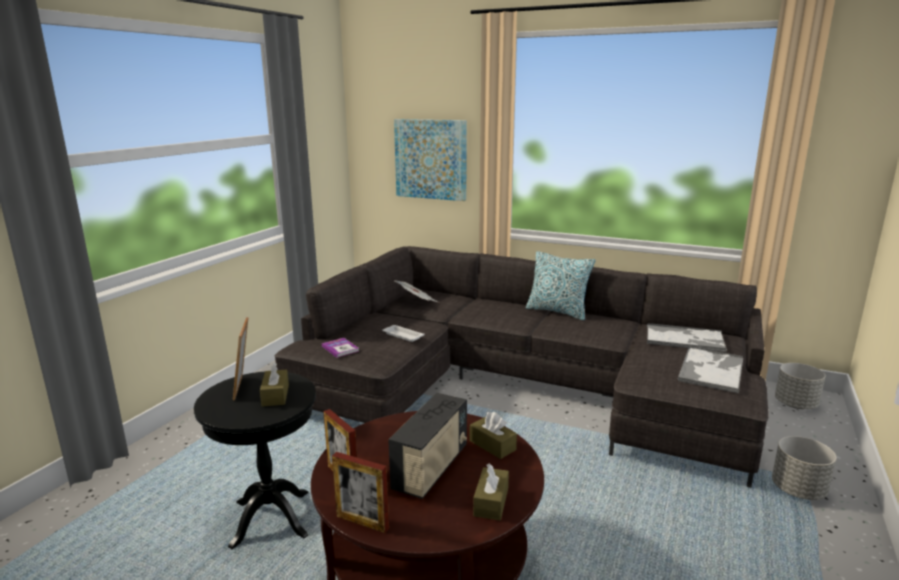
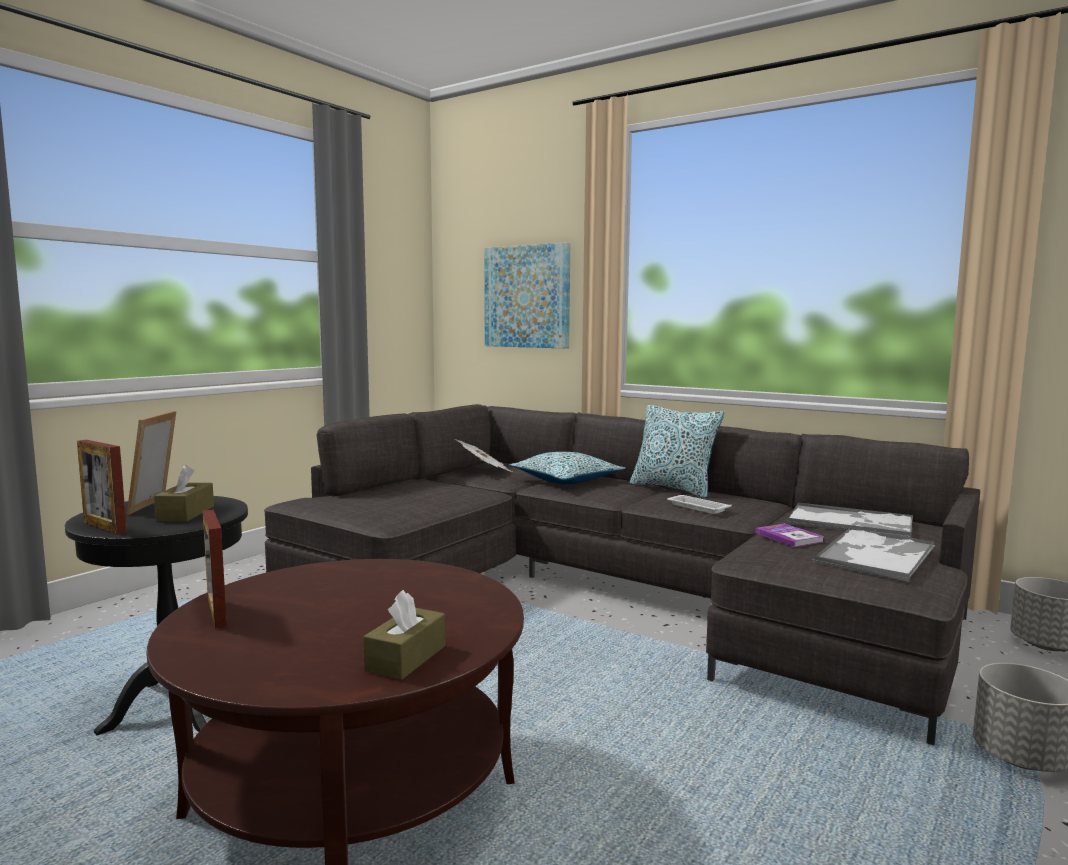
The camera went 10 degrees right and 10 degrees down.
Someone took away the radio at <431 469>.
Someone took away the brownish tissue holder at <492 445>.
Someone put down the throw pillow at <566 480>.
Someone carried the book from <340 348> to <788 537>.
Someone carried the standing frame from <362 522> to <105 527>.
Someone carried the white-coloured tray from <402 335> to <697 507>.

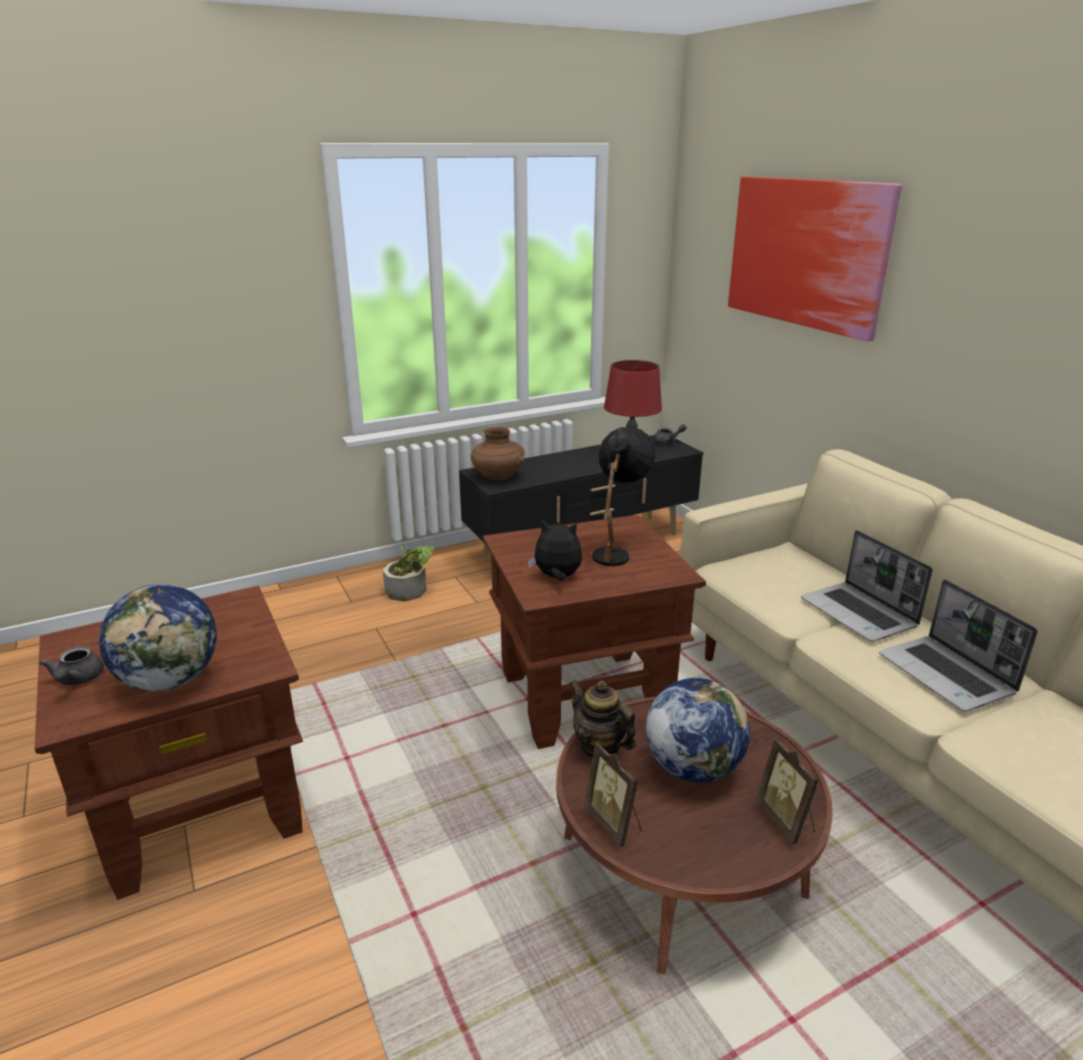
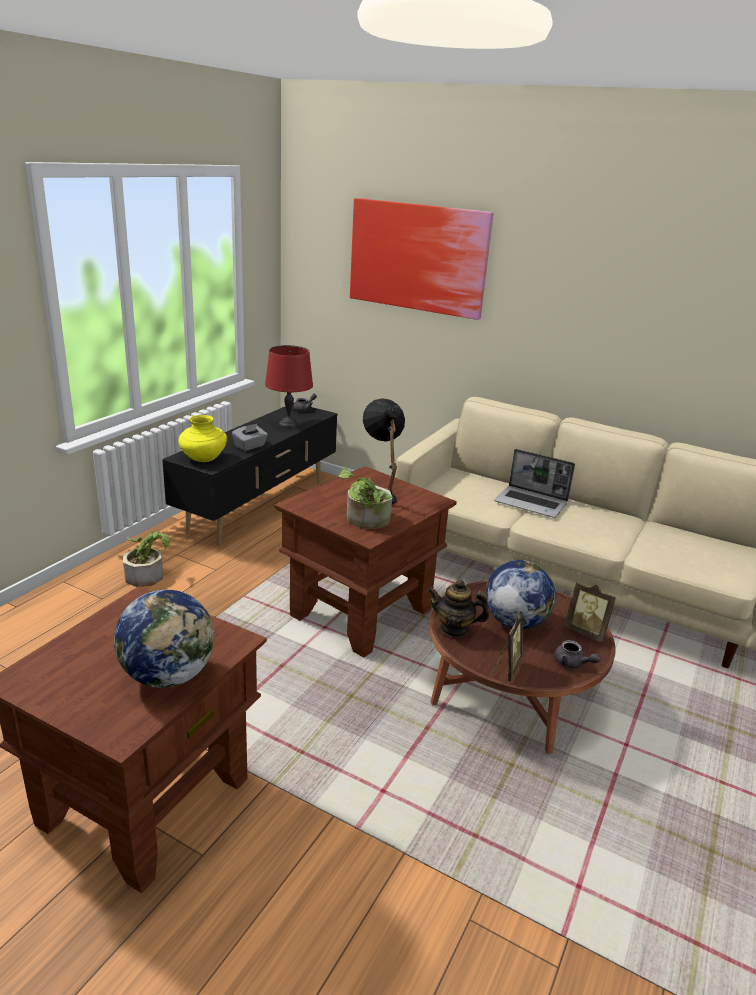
The camera went 35 degrees left and 0 degrees up.
Someone took away the notebook computer at <947 675>.
Someone put down the greyish tissue holder at <250 446>.
Someone carried the greyish pot for tea from <77 680> to <572 664>.
Someone swapped the soft toy at <557 577> for the potted plant at <364 521>.
Someone repainted the brownish flower vase at <497 476>, which became the yellow-coloured flower vase at <203 458>.
Someone rotated the standing frame at <614 822> by 90 degrees counterclockwise.

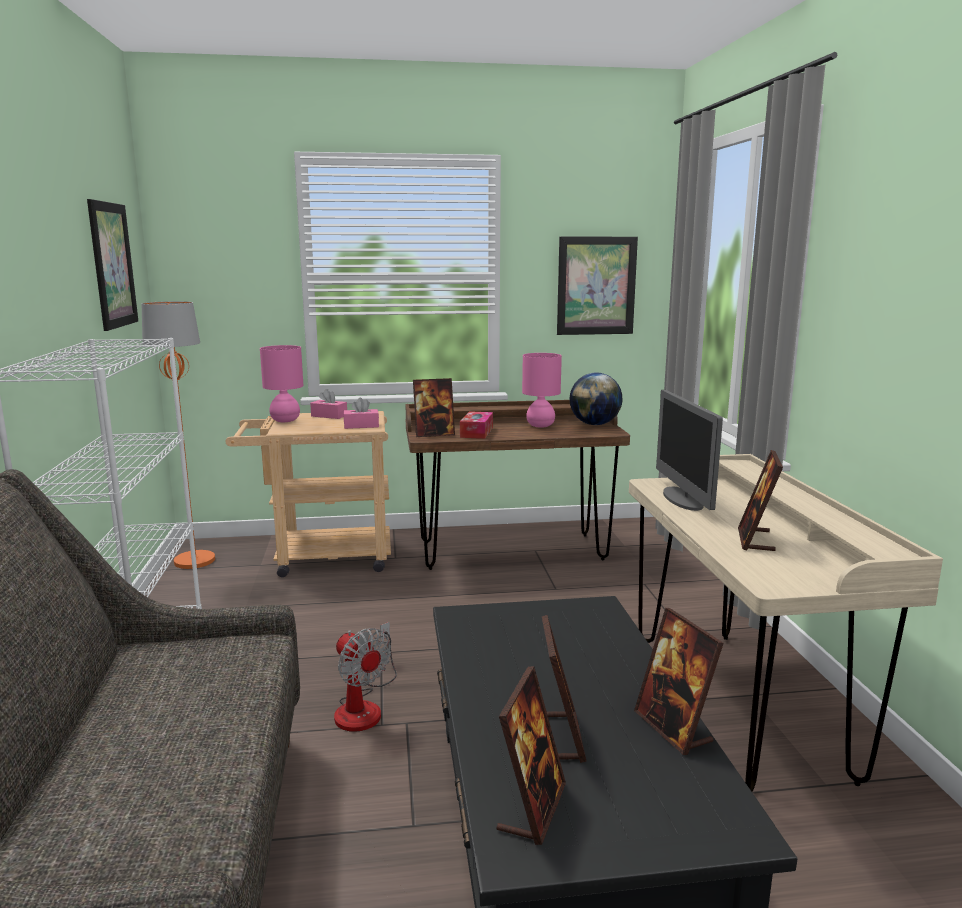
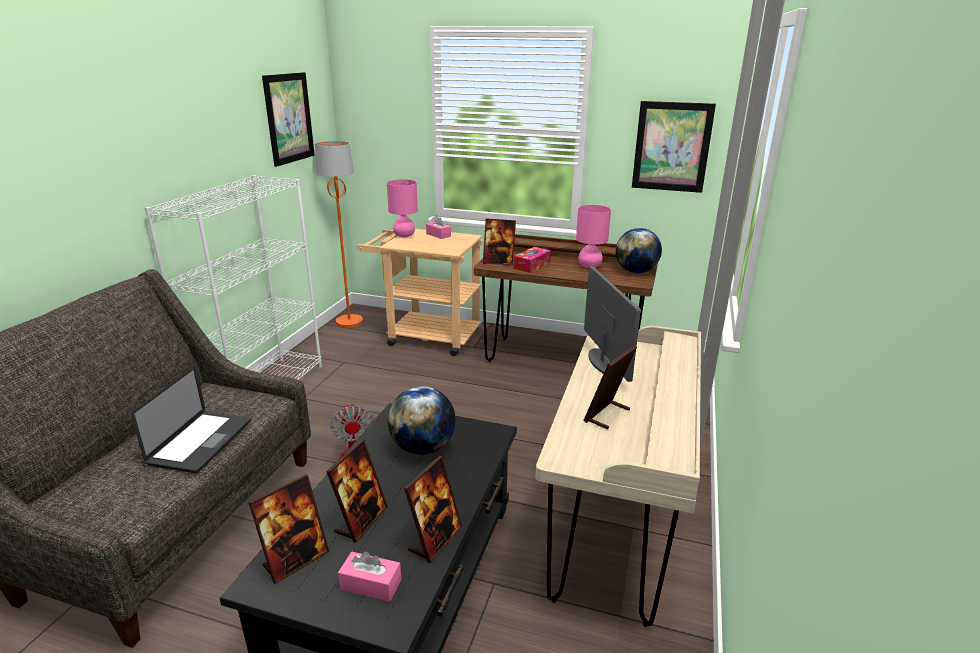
The camera went 25 degrees right and 10 degrees up.
Someone put down the notebook computer at <201 442>.
Someone put down the desk globe at <423 448>.
Someone carried the pink-coloured tissue holder from <361 426> to <371 584>.
Someone rotated the standing frame at <673 728> by 150 degrees counterclockwise.
Someone rotated the computer display at <683 499> by 150 degrees clockwise.

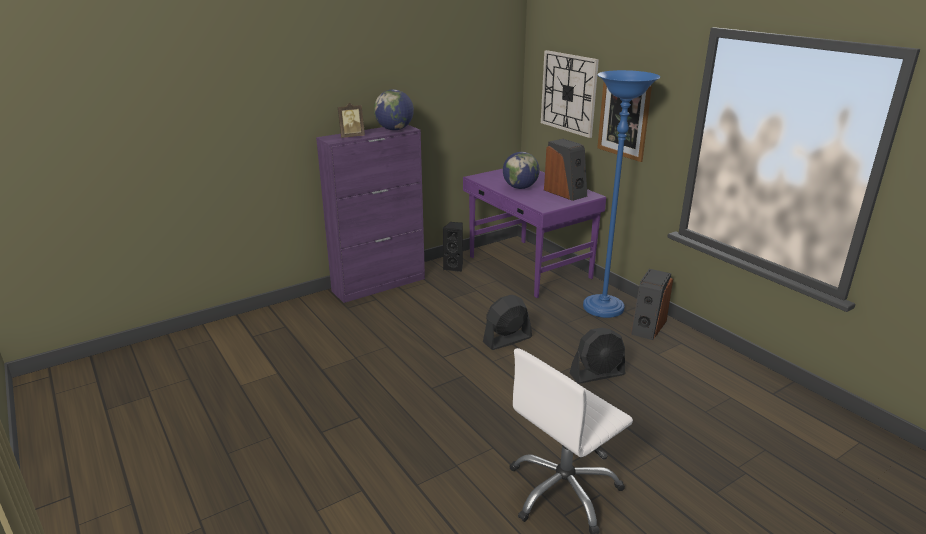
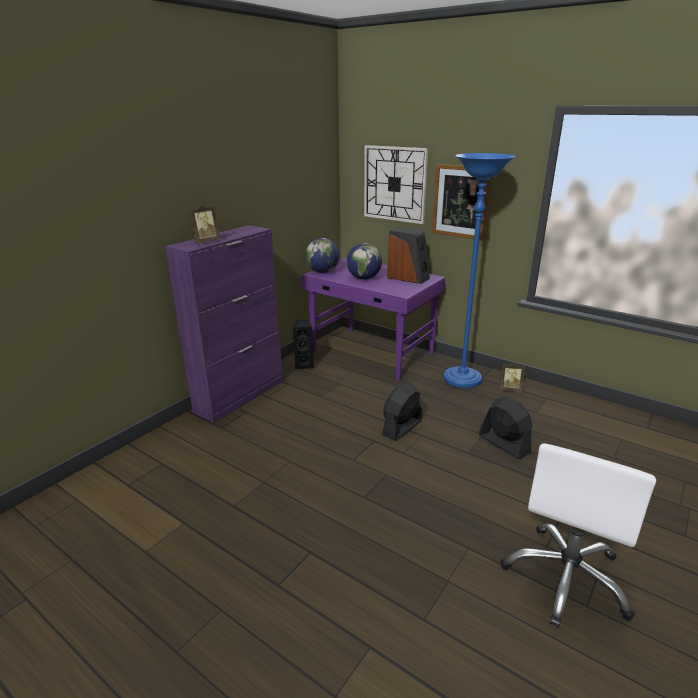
The camera went 20 degrees left and 0 degrees up.
Someone carried the desk globe from <394 129> to <323 272>.
Someone swapped the speaker at <647 327> for the standing frame at <510 389>.
Someone rotated the blackish fan at <597 374> by 90 degrees counterclockwise.

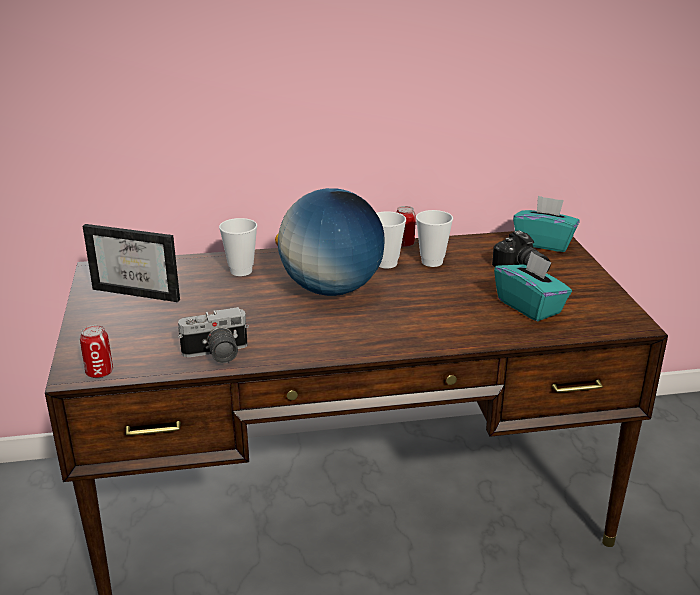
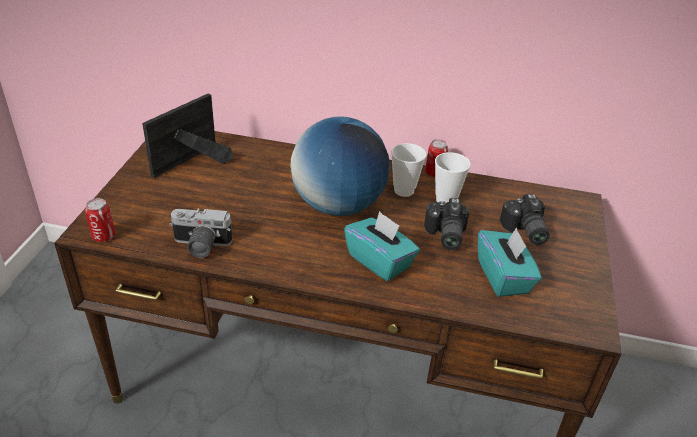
The camera went 20 degrees right and 10 degrees up.
Someone took away the drinking cup at <241 271>.
Someone put down the photo camera at <444 235>.
Someone carried the turquoise-coloured tissue holder from <544 243> to <379 261>.
Someone rotated the standing frame at <142 290> by 90 degrees clockwise.

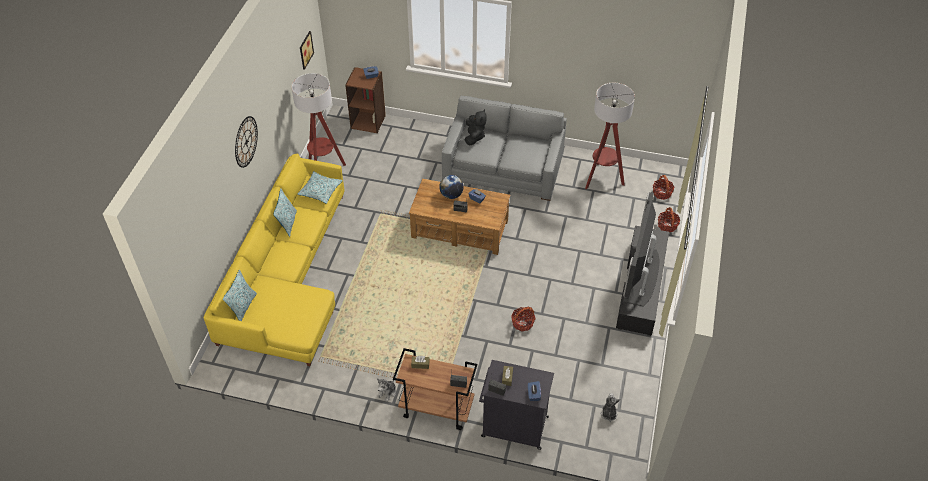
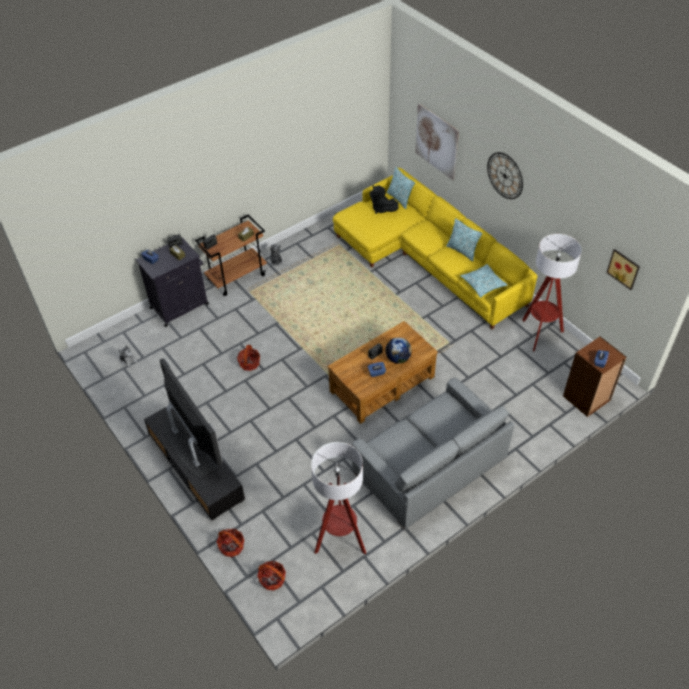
The camera went 130 degrees right and 0 degrees up.
Someone put up the wall art at <437 141>.
Someone carried the blackish soft toy from <474 136> to <381 209>.

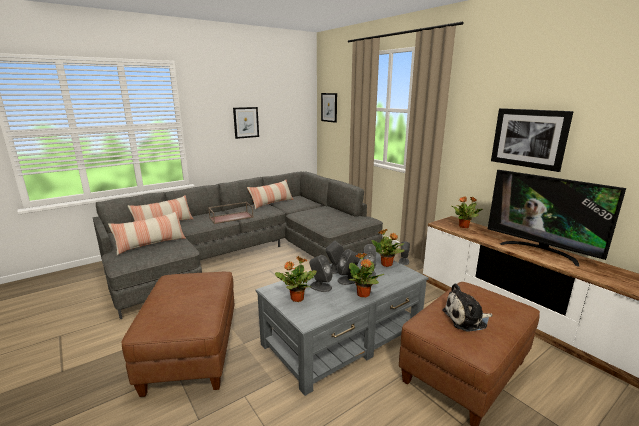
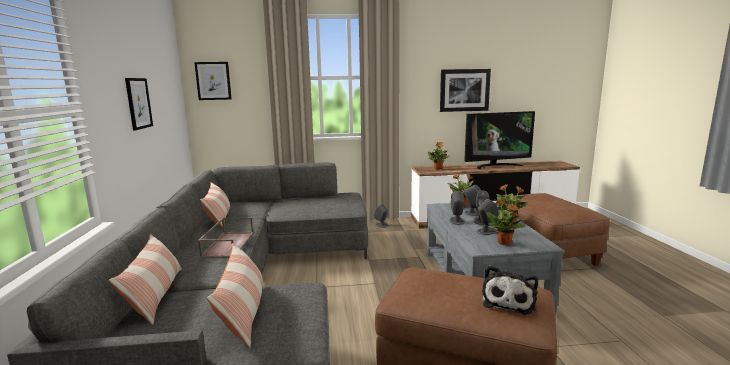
The camera went 60 degrees left and 5 degrees down.
Someone carried the soft toy from <467 319> to <508 301>.

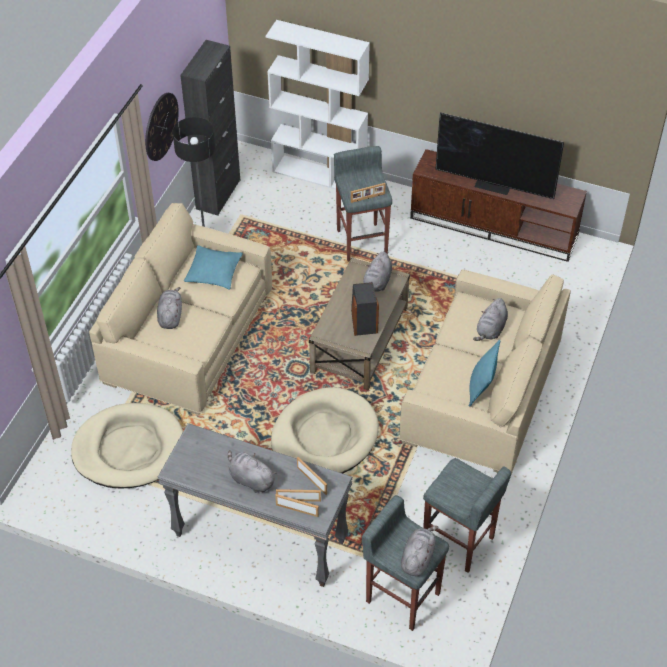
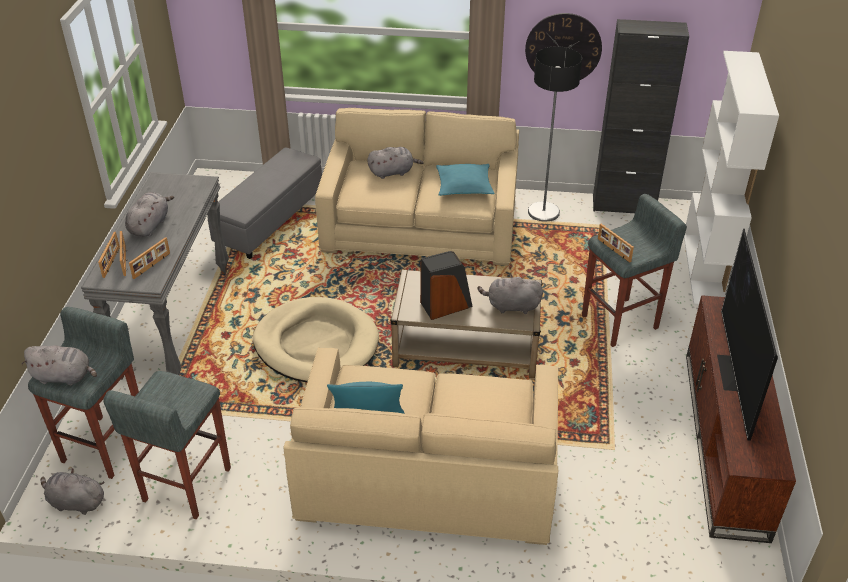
The camera went 75 degrees right and 10 degrees down.
Someone carried the greyish soft toy from <491 330> to <75 502>.
Someone swapped the beige-coloured pet bed at <129 449> for the greyish ottoman at <269 219>.

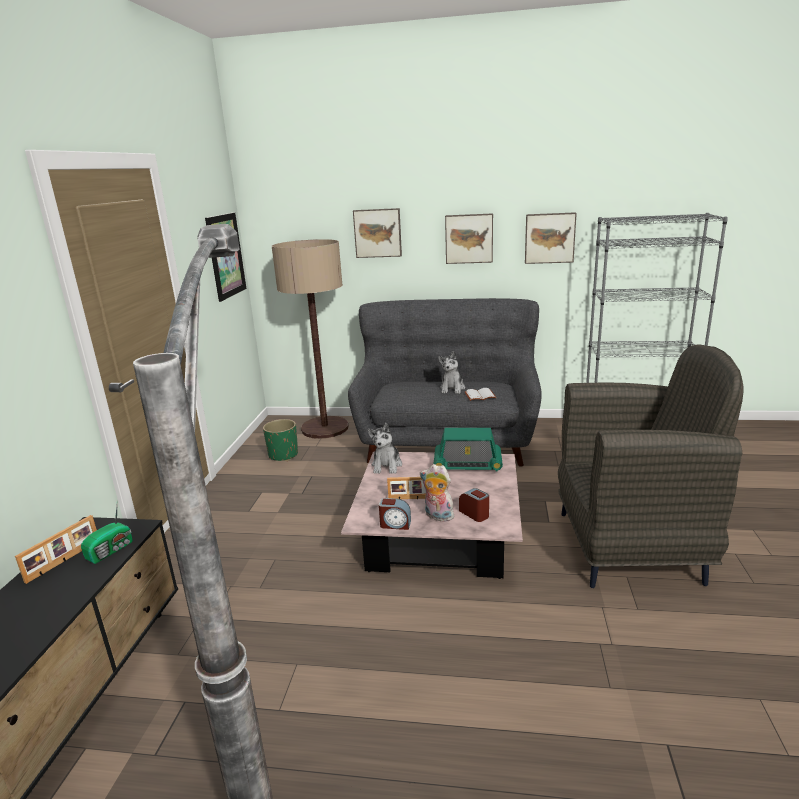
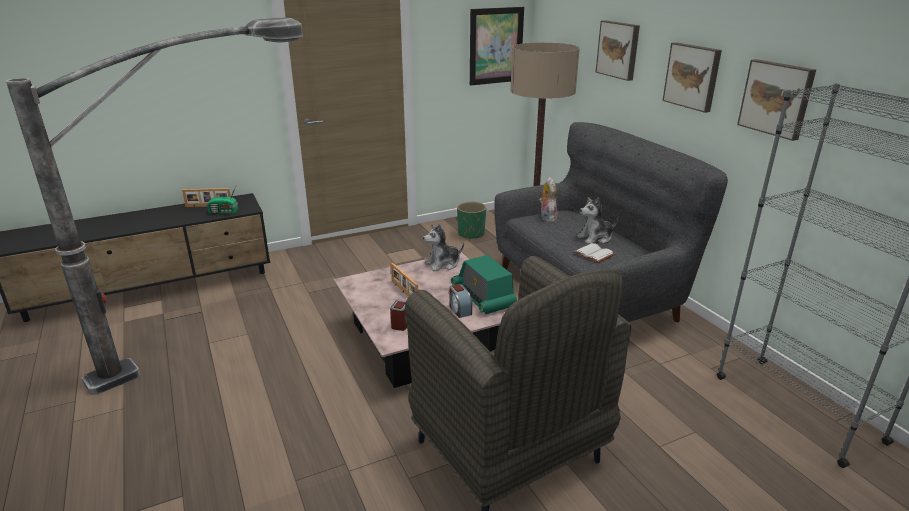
The camera went 55 degrees right and 5 degrees up.
Someone carried the table clock from <395 524> to <459 310>.
Someone carried the soft toy from <437 516> to <546 217>.

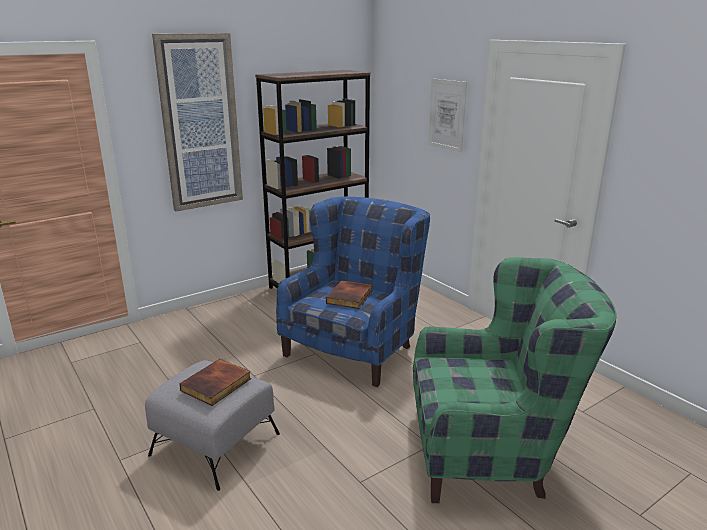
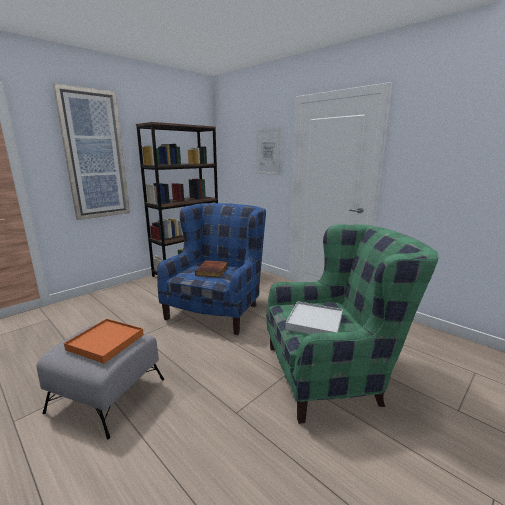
The camera went 10 degrees left and 5 degrees down.
Someone put down the white-coloured tray at <315 322>.
Someone swapped the book at <217 385> for the orange tray at <106 342>.

